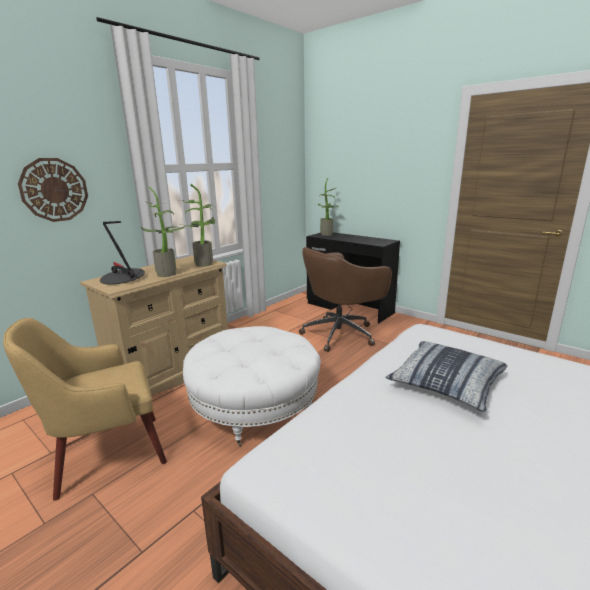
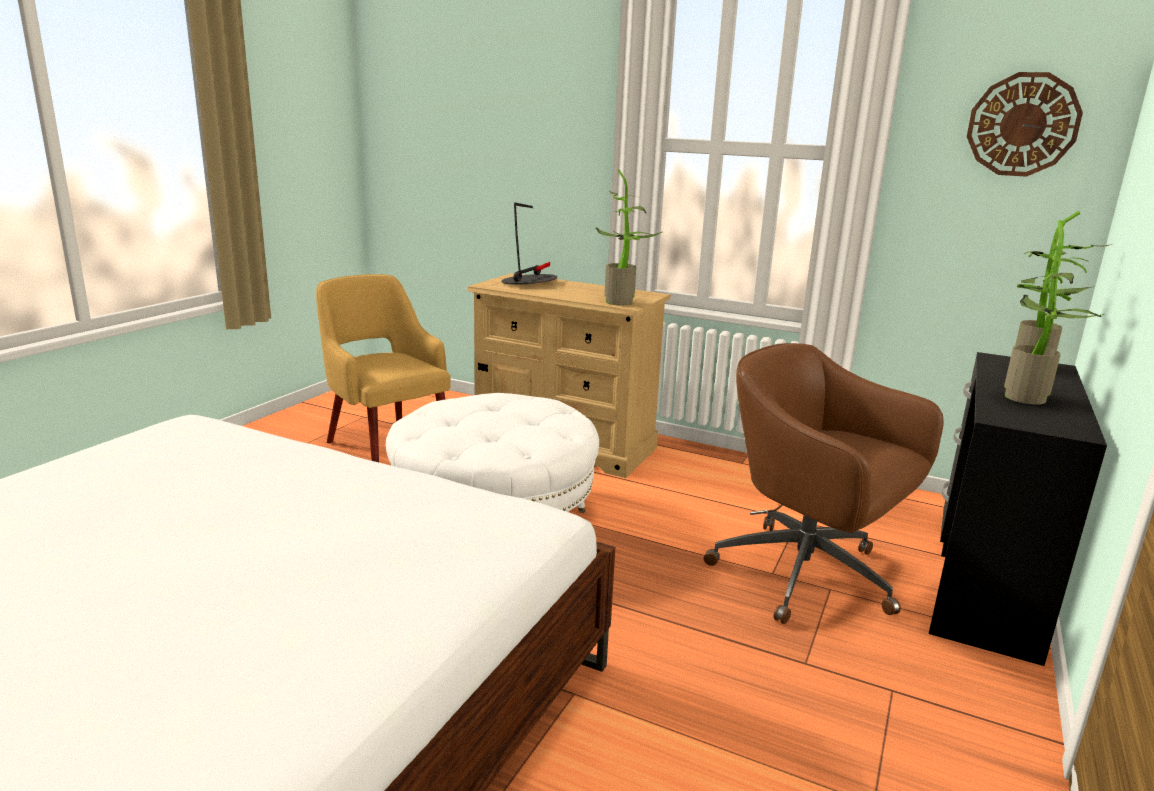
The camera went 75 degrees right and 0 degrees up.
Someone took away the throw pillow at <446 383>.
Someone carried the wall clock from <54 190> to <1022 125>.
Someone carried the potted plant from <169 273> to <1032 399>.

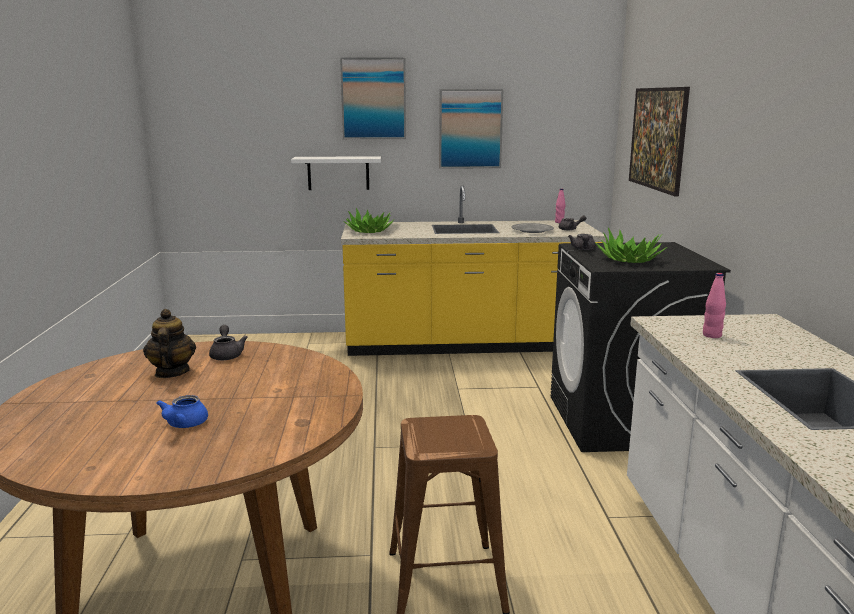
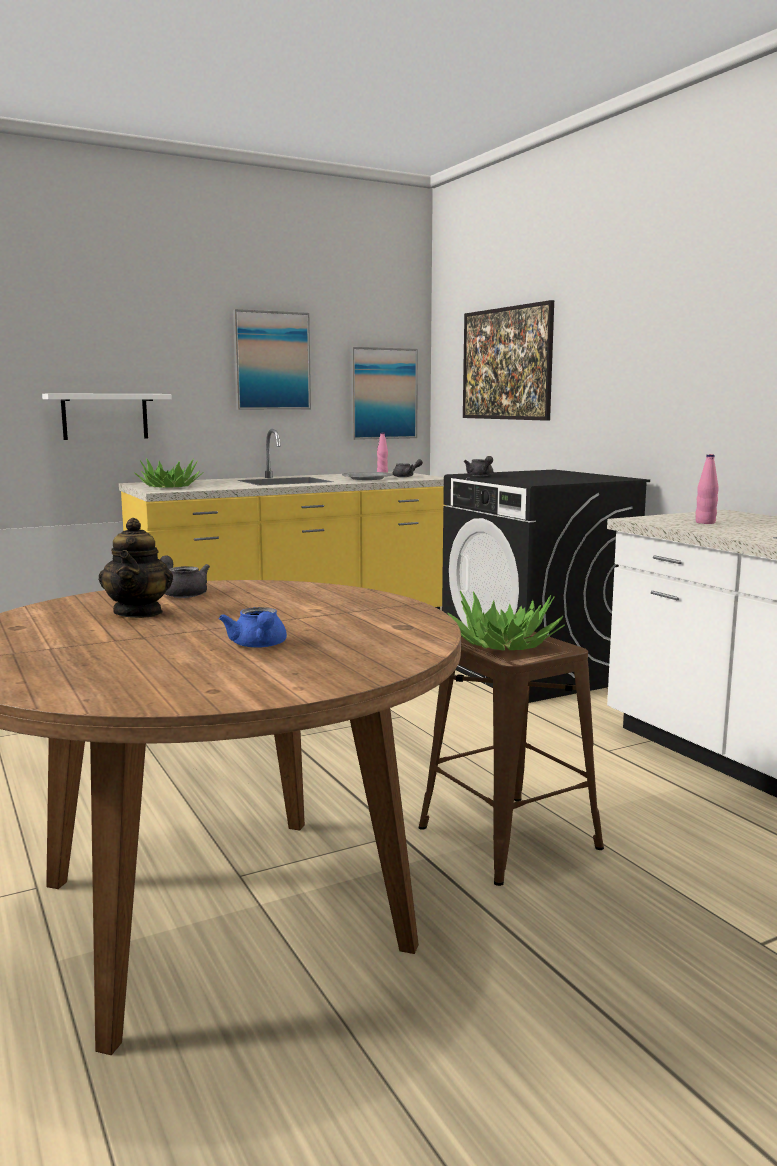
The camera went 25 degrees left and 5 degrees down.
Someone carried the wall art from <373 99> to <383 393>.
Someone carried the potted plant from <629 260> to <504 644>.
Someone rotated the pot for tea at <171 372> by 150 degrees counterclockwise.

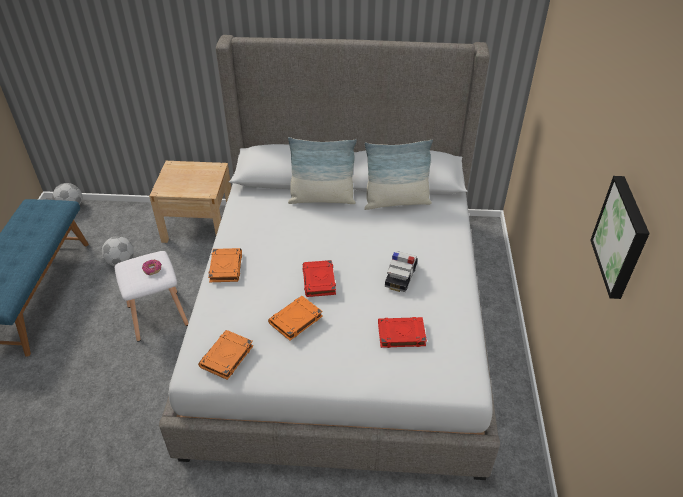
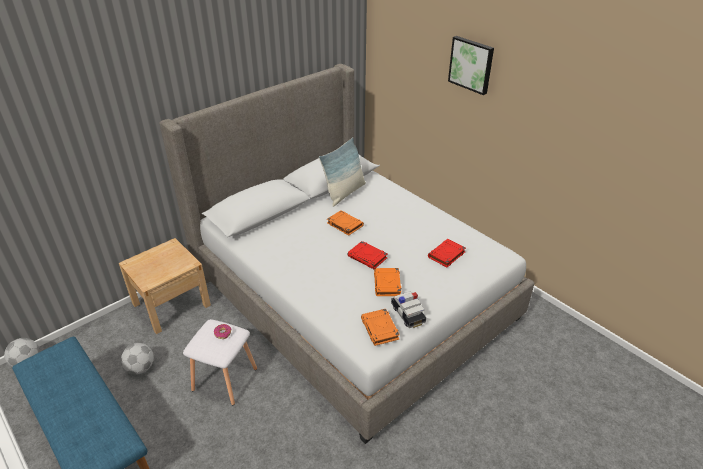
The camera went 45 degrees left and 5 degrees down.
Someone took away the throw pillow at <322 199>.
Someone carried the orange book from <225 267> to <344 224>.
Someone carried the toy car from <400 277> to <408 314>.
Someone carried the wall art from <622 237> to <471 64>.

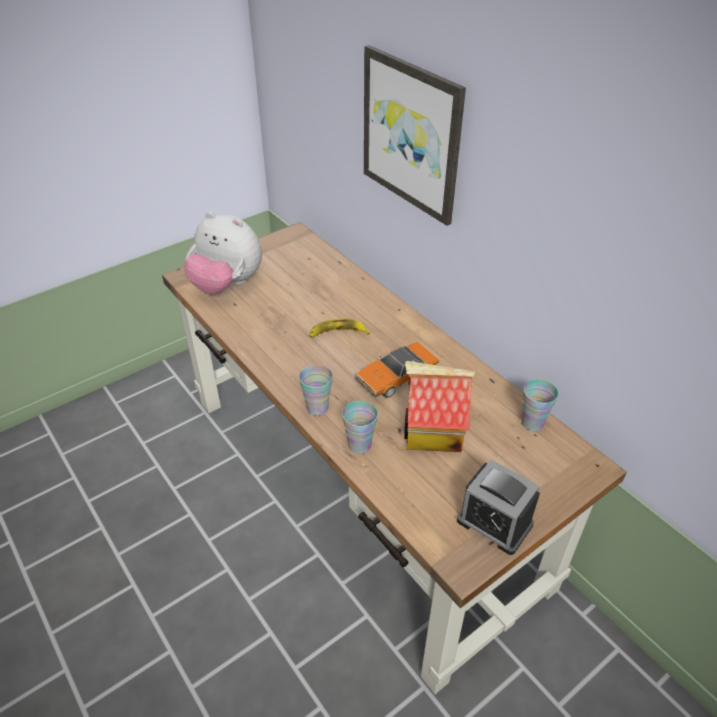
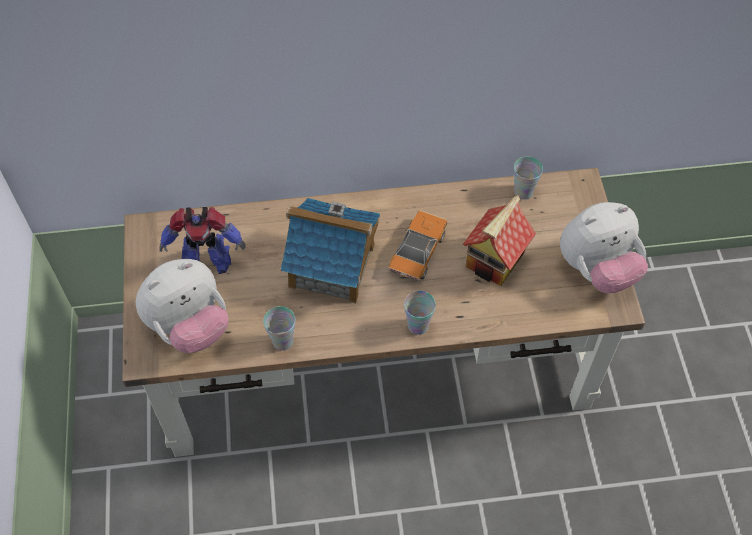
The camera went 60 degrees left and 15 degrees up.
Someone took away the wall art at <412 134>.
Someone put down the model robot at <207 262>.
Someone carried the drinking cup from <359 445> to <282 341>.
Someone swapped the whole banana at <337 333> for the miniature house at <332 266>.
Someone swapped the table clock at <494 522> for the soft toy at <597 269>.
Someone rotated the toy car at <396 377> by 150 degrees counterclockwise.

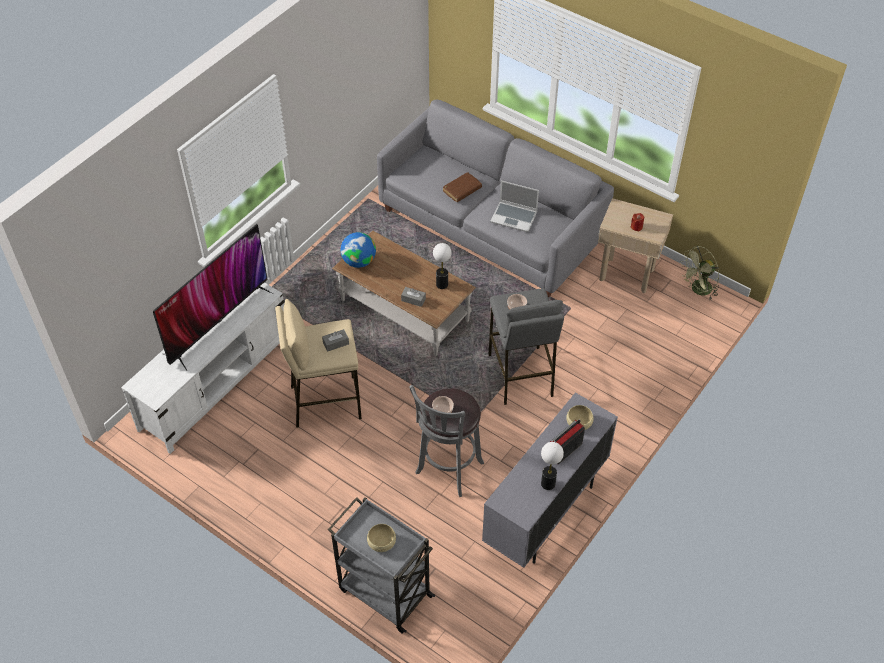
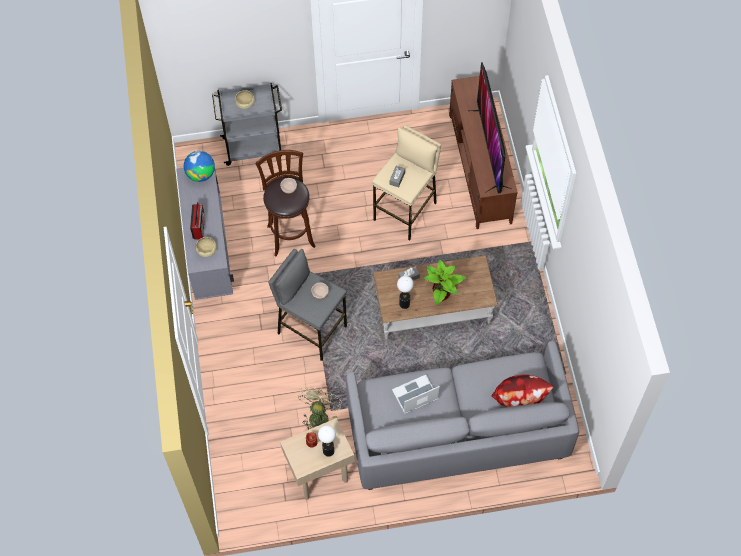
The camera went 135 degrees right and 10 degrees up.
Someone took away the brownish book at <462 190>.
Someone put down the potted plant at <442 295>.
Someone put down the throw pillow at <520 400>.
Someone carried the desk globe from <359 261> to <201 174>.
Someone carried the tabletop lamp from <548 483> to <328 451>.
Someone carried the green-coloured fan from <698 290> to <319 415>.
Someone repainted the white-coloured media console at <216 383>, which became the brownish media console at <479 168>.
Someone repainted the greyish stool seat at <448 470>, which became the brownish stool seat at <290 234>.

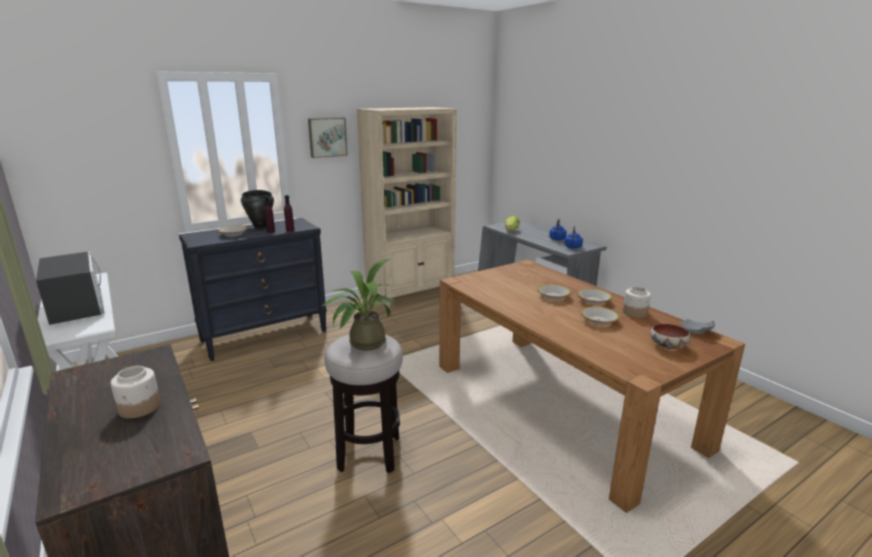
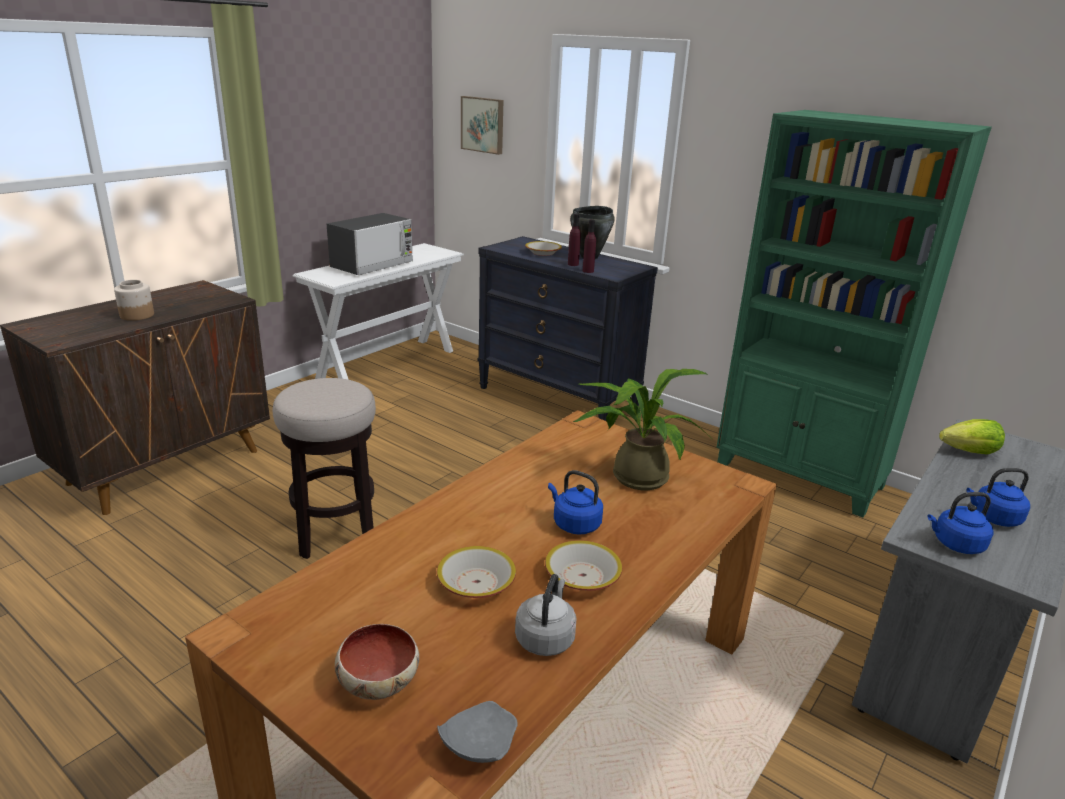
The camera went 70 degrees right and 5 degrees up.
Someone carried the wall art from <327 137> to <483 124>.
Someone carried the potted plant from <363 344> to <634 474>.
Someone swapped the deep dish at <553 296> for the bluish water kettle at <574 524>.
Someone swapped the storage jar at <634 313> for the greyish water kettle at <545 638>.
Someone repainted the beige-coloured shelving unit at <411 294>, which became the green-coloured shelving unit at <800 476>.

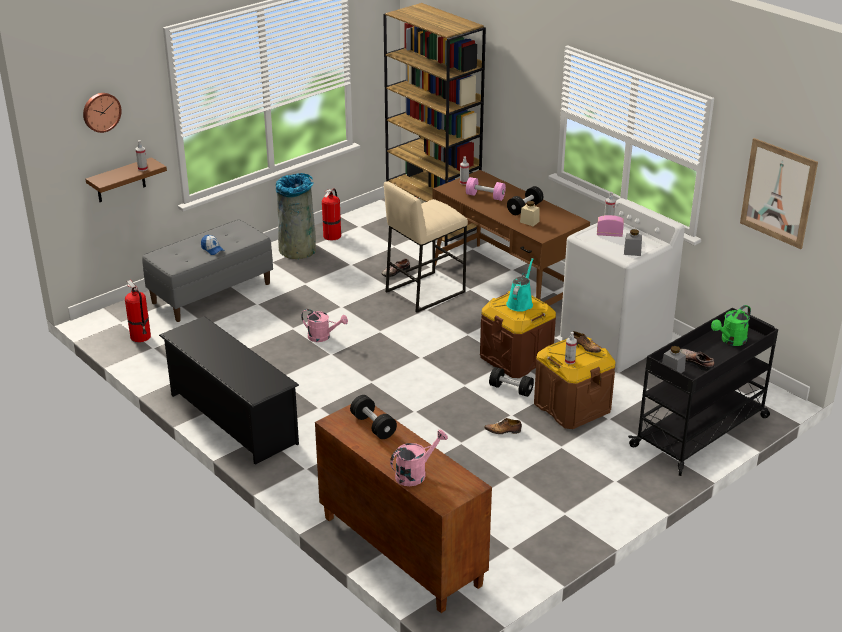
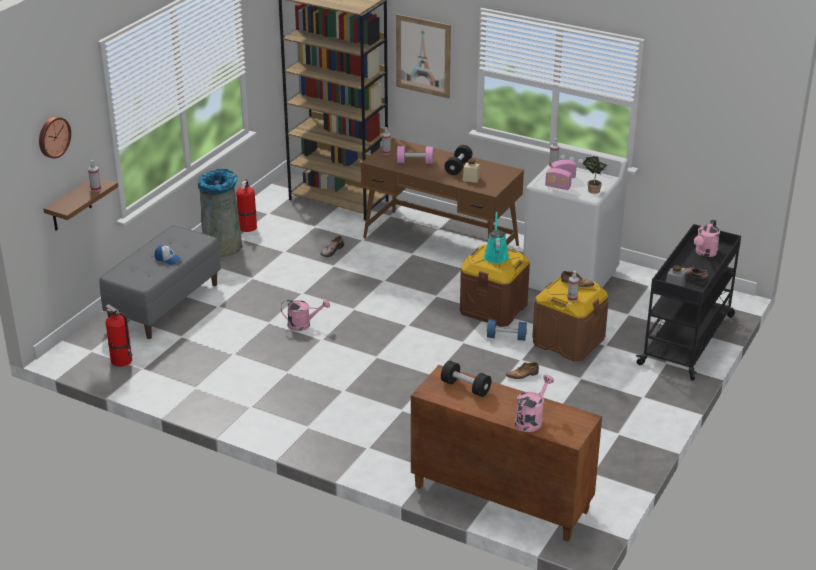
The camera went 20 degrees left and 0 degrees up.
Someone took away the blackish shoe stand at <232 418>.
Someone took away the beige-coloured stool seat at <425 291>.
Someone put down the radio at <558 187>.
Someone carried the wall art from <778 193> to <423 56>.
Someone swapped the greyish storage jar at <632 252> for the potted plant at <592 190>.
Someone repainted the blackish free weight at <511 389>, which became the bluish free weight at <506 337>.
Someone repainted the green-coloured sprinkling can at <730 341>, which became the pink-coloured sprinkling can at <705 253>.

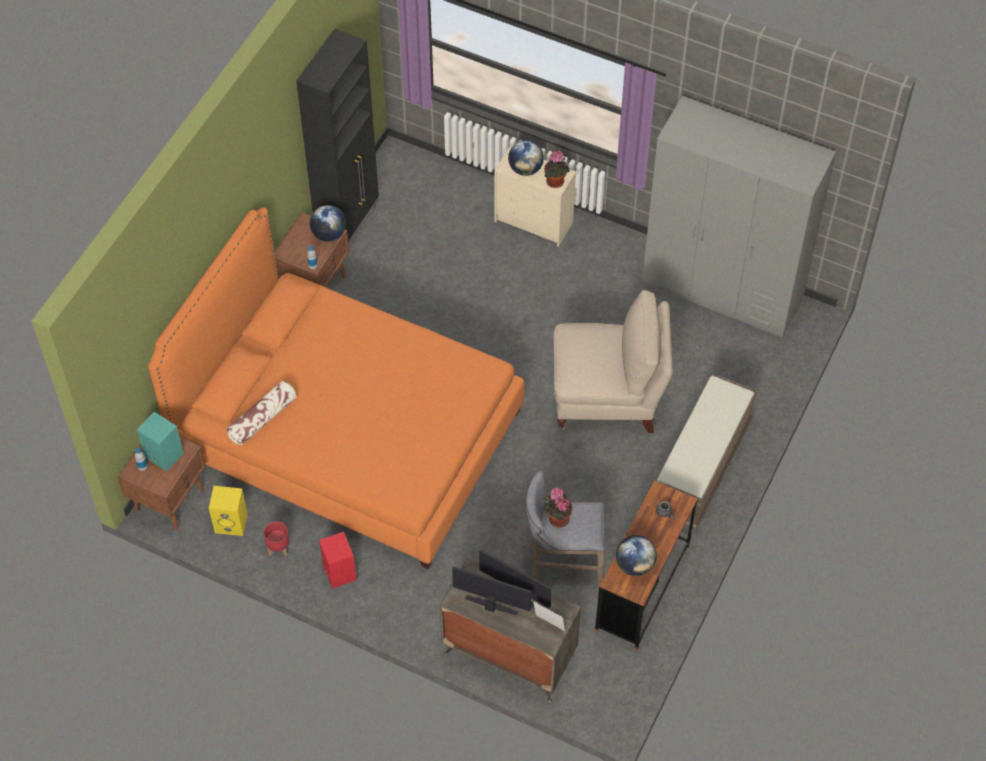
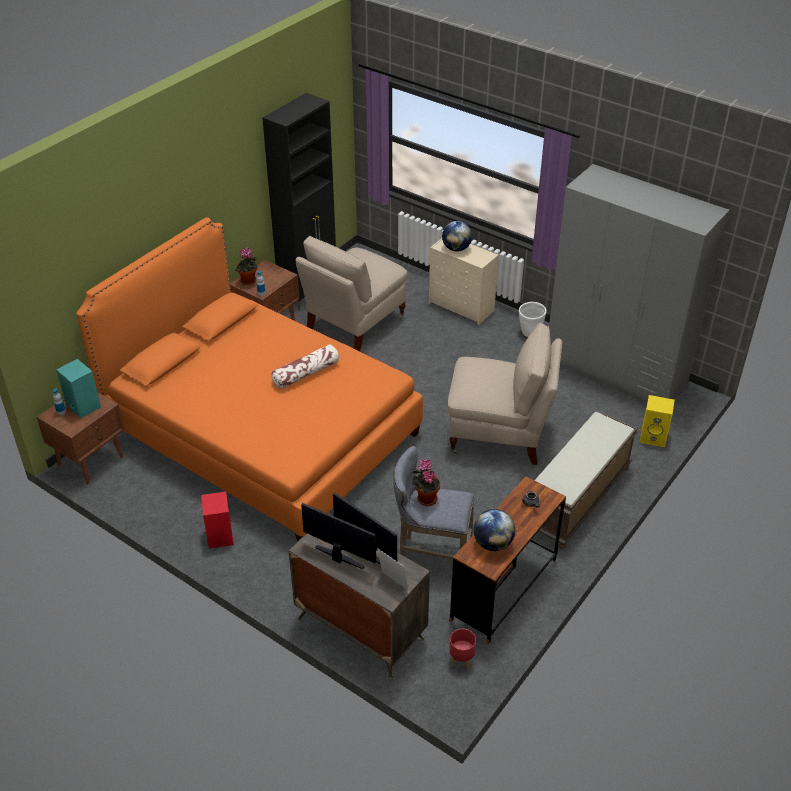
The camera went 10 degrees right and 15 degrees down.
Someone took away the desk globe at <329 234>.
Someone put down the beige-coloured upright chair at <354 324>.
Someone put down the white-coloured planter at <530 333>.
Someone carried the yellow-coloured speaker from <232 522> to <654 437>.
Someone carried the throw pillow from <262 418> to <306 373>.
Someone carried the red planter from <278 548> to <461 660>.
Someone carried the potted plant from <556 182> to <248 282>.

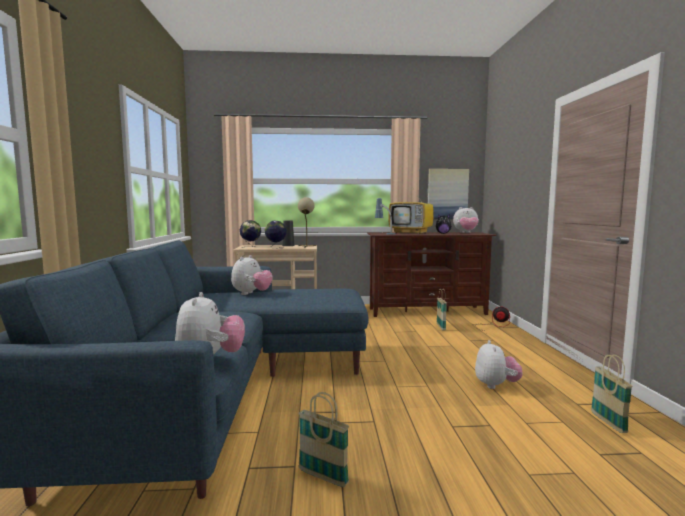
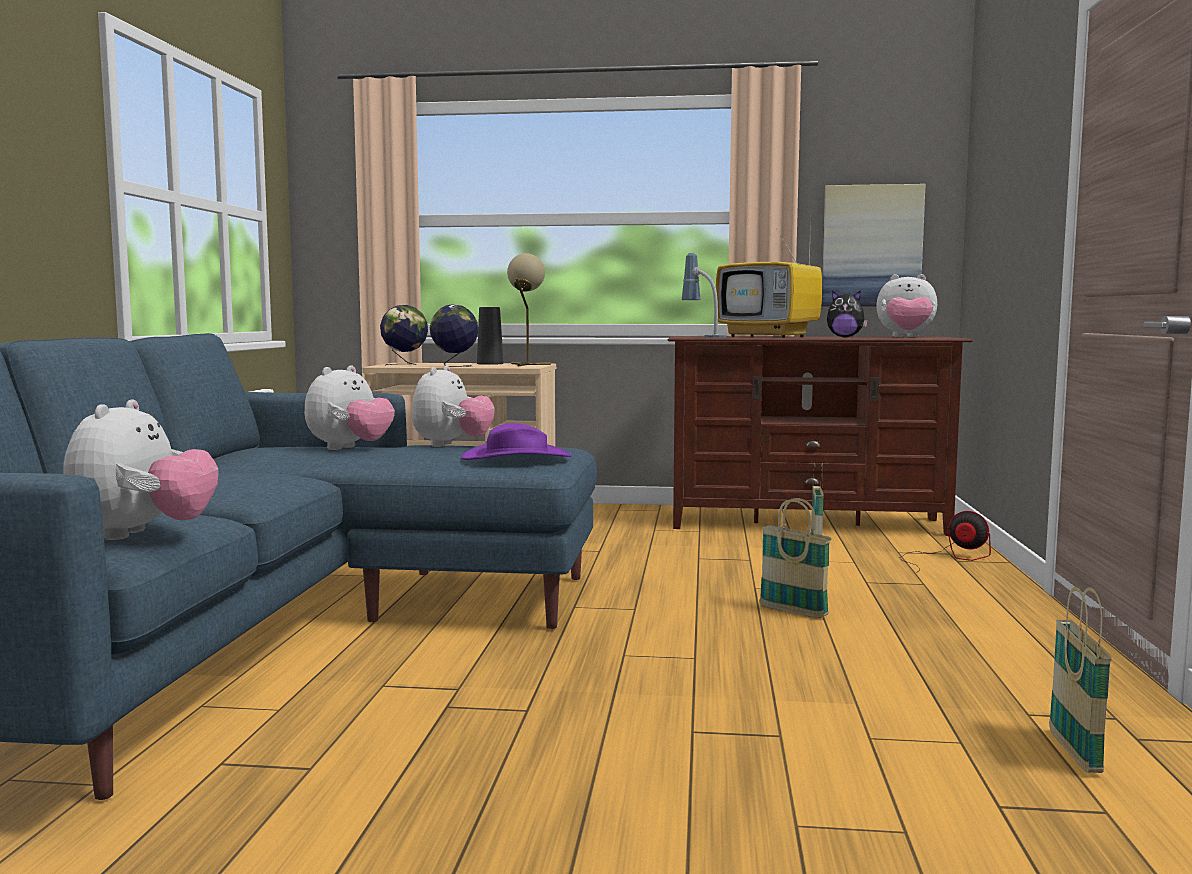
The camera went 10 degrees right and 0 degrees up.
Someone put down the purplish hat at <516 457>.
Someone carried the storage basket from <323 477> to <793 611>.
Someone carried the soft toy from <496 385> to <451 445>.

